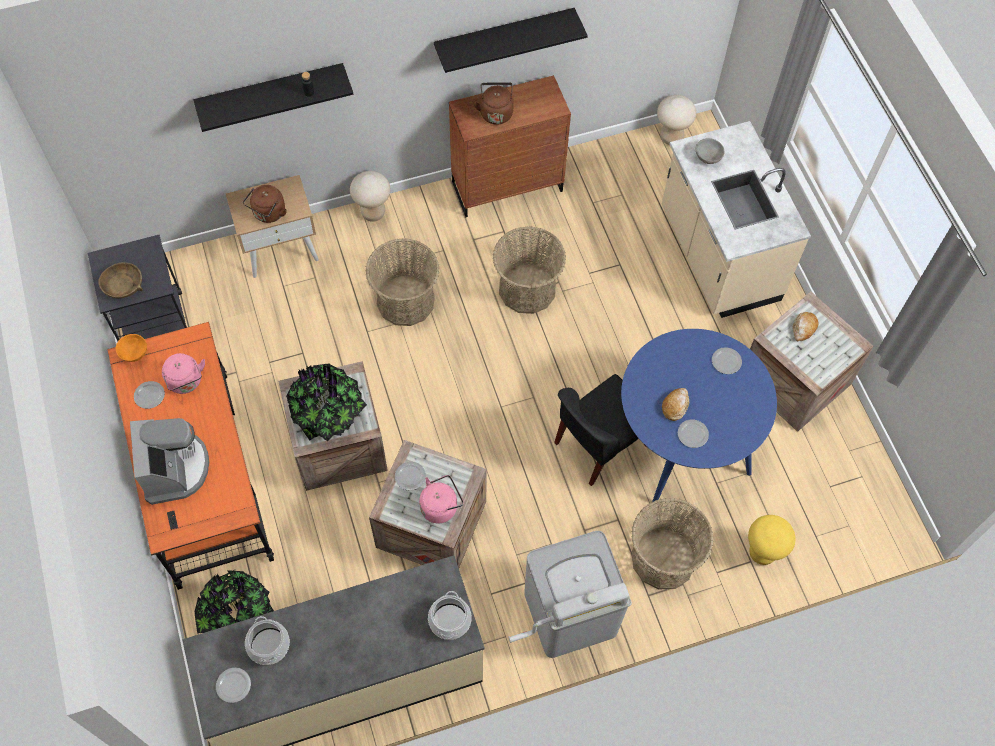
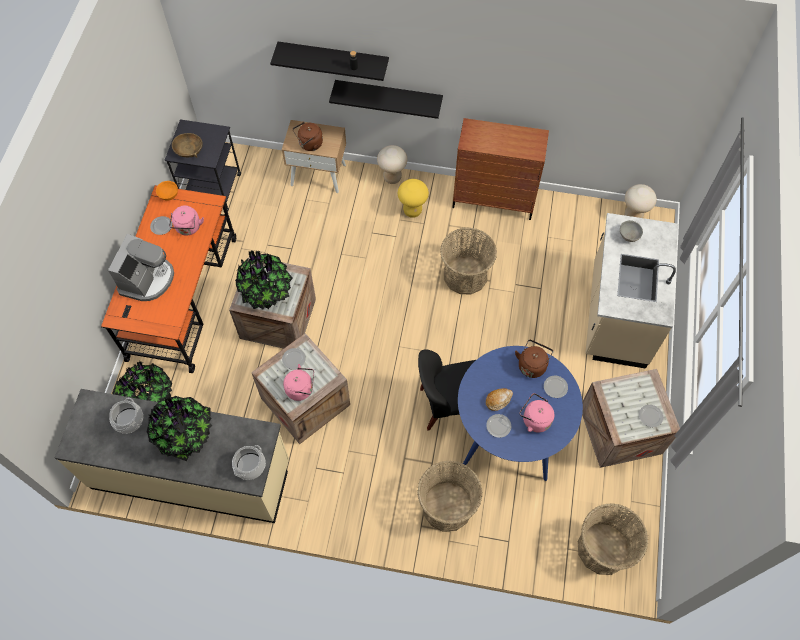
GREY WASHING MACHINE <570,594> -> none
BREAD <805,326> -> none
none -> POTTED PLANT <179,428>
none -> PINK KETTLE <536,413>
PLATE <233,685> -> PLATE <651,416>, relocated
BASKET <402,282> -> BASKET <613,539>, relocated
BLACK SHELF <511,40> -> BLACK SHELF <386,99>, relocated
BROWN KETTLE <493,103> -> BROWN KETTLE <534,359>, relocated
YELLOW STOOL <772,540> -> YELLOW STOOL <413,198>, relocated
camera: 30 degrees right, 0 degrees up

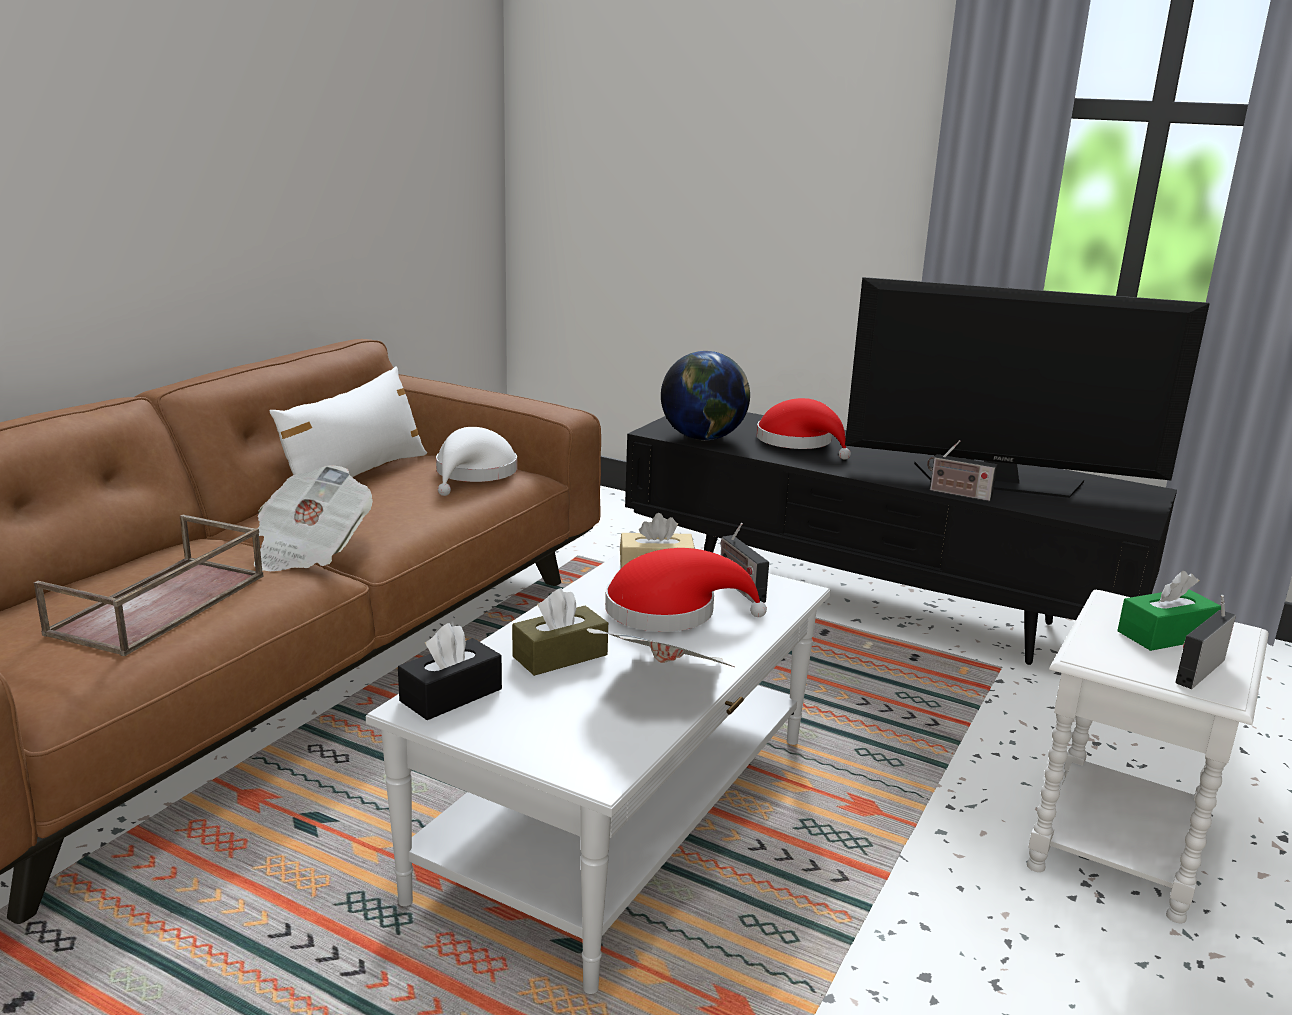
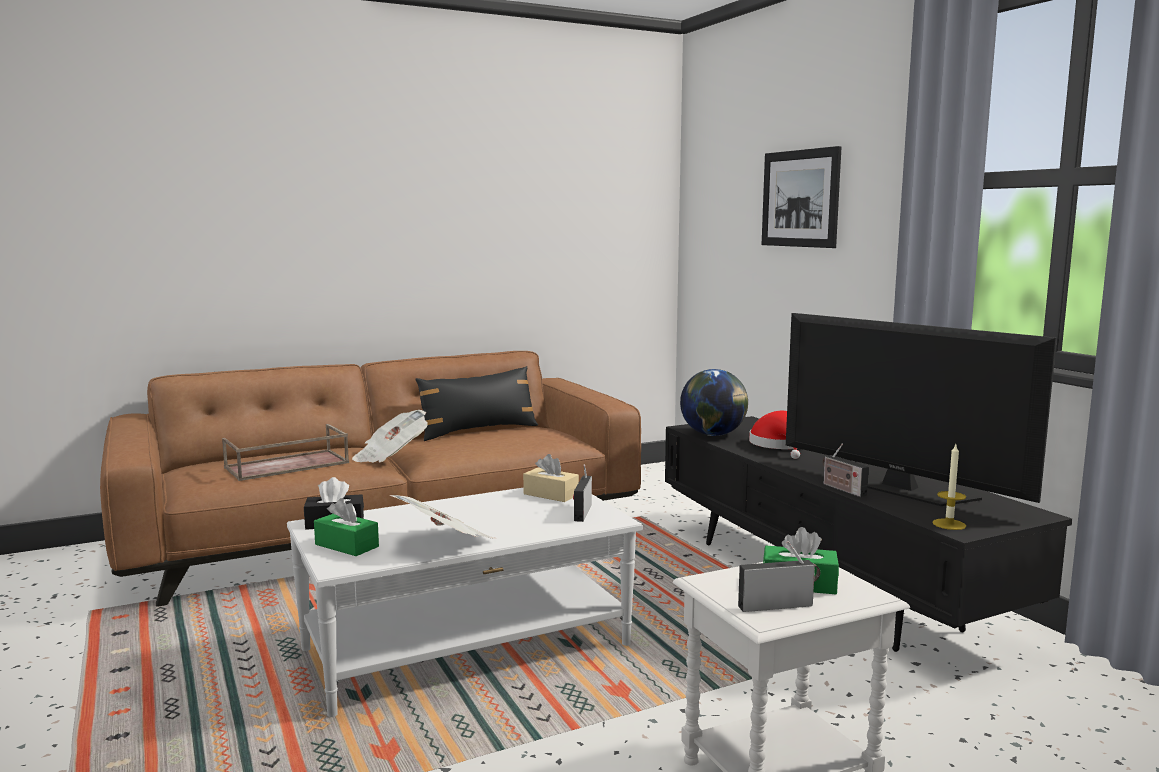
WHITE HAT <476,461> -> none
BROWN TISSUE BOX <560,632> -> none
RED HAT <686,590> -> none
none -> GREEN TISSUE BOX <346,527>
none -> PICTURE <802,197>
none -> CANDLE <949,487>
WHITE PILLOW <348,421> -> BLACK PILLOW <477,403>
camera: 35 degrees right, 10 degrees down

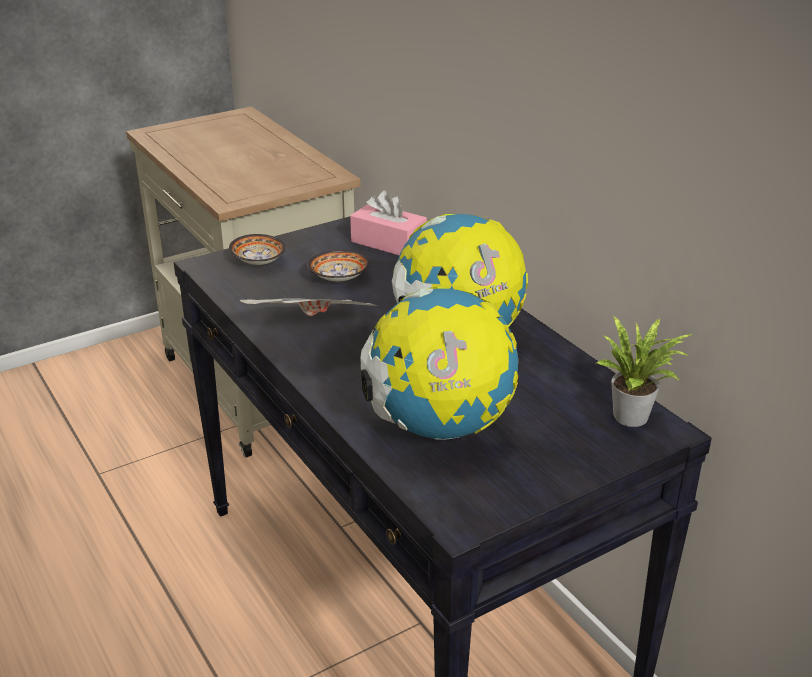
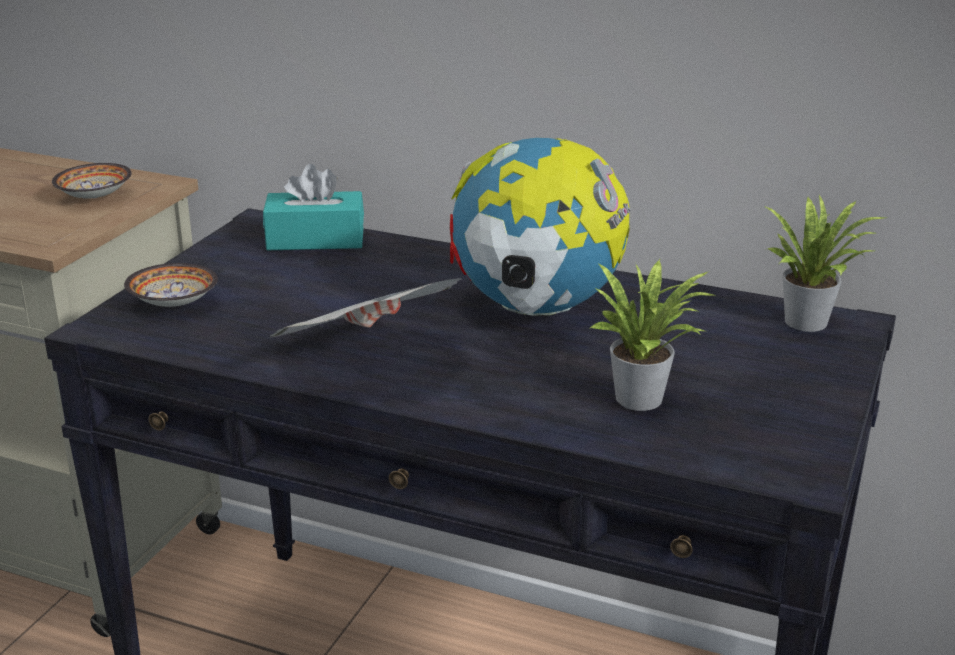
BOWL <338,265> -> BOWL <92,181>, relocated
GLOBE <439,363> -> POTTED PLANT <651,334>
PINK TISSUE BOX <388,222> -> TURQUOISE TISSUE BOX <313,207>
camera: 35 degrees left, 5 degrees down

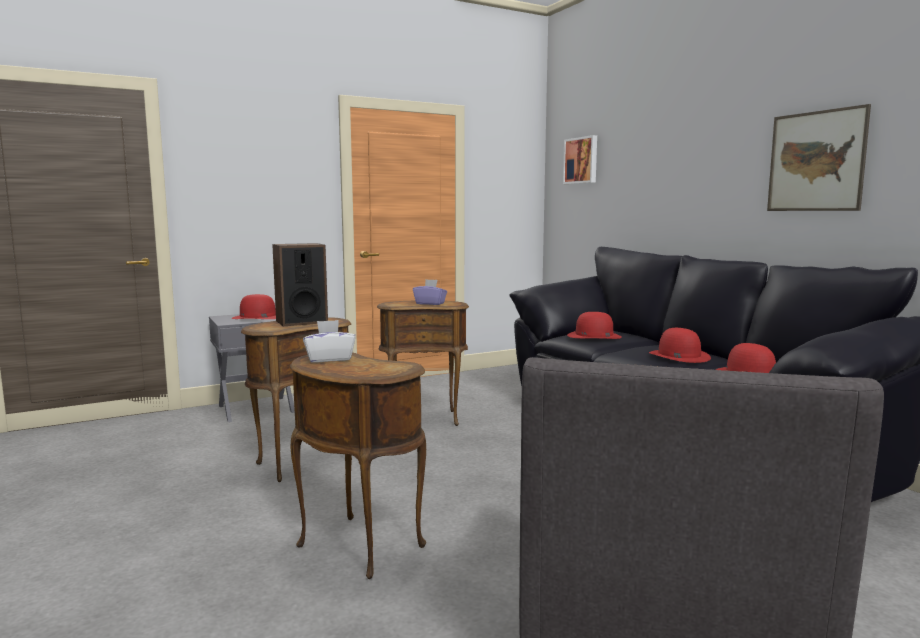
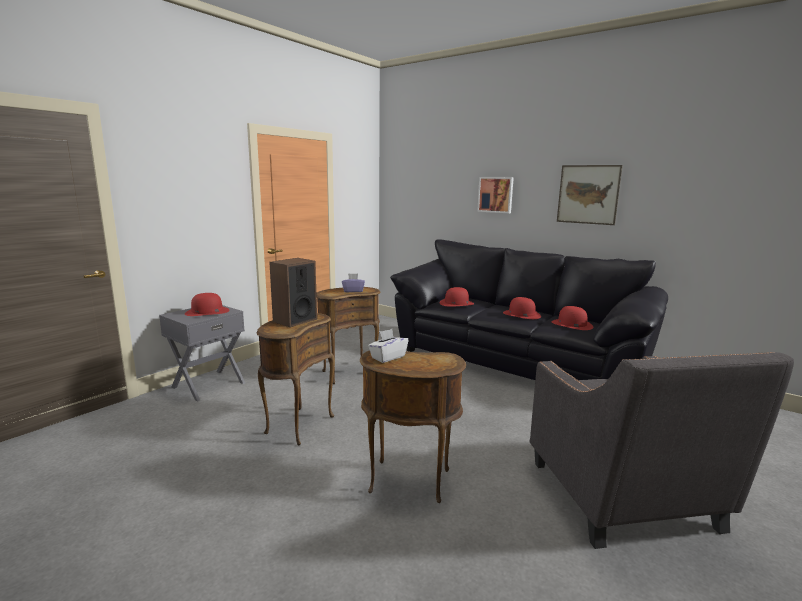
PICTURE <580,159> -> PICTURE <495,195>, relocated
camera: 25 degrees left, 5 degrees up

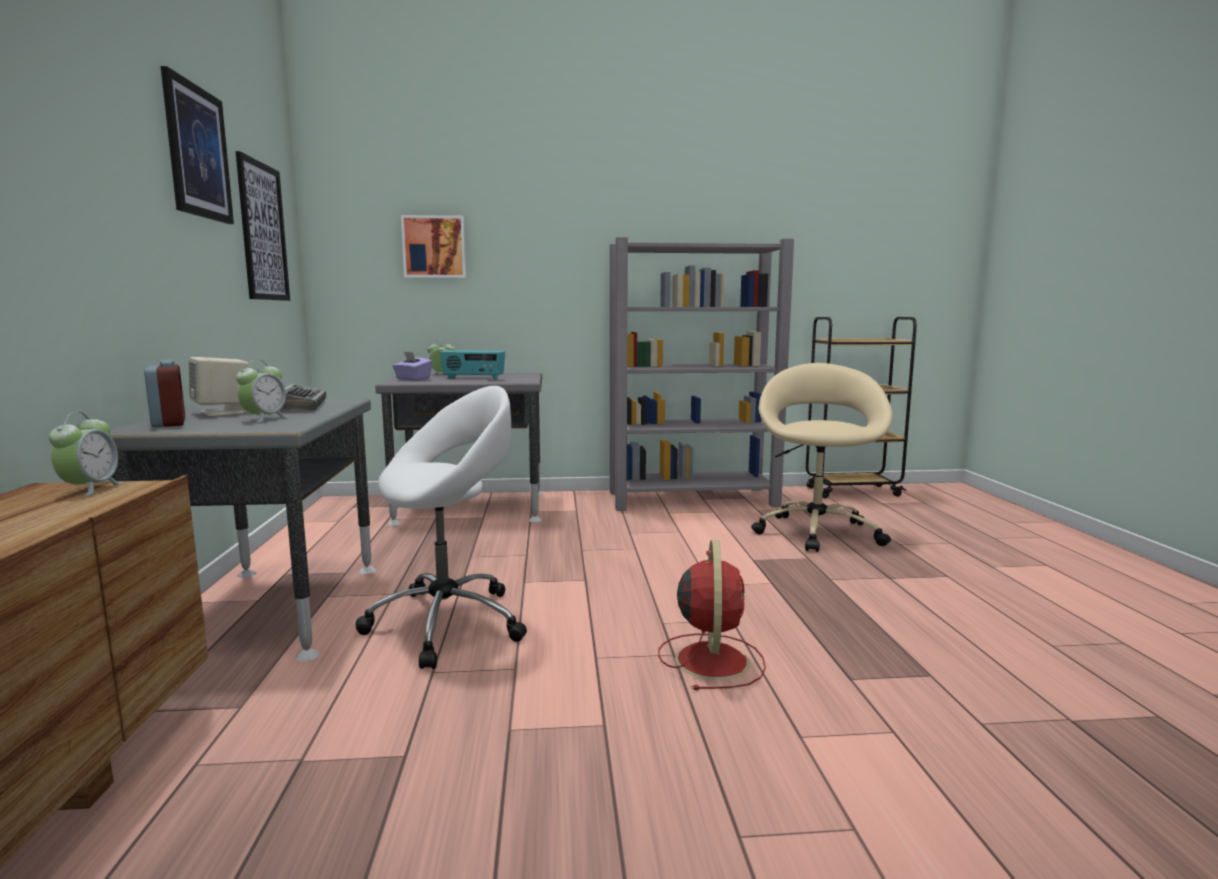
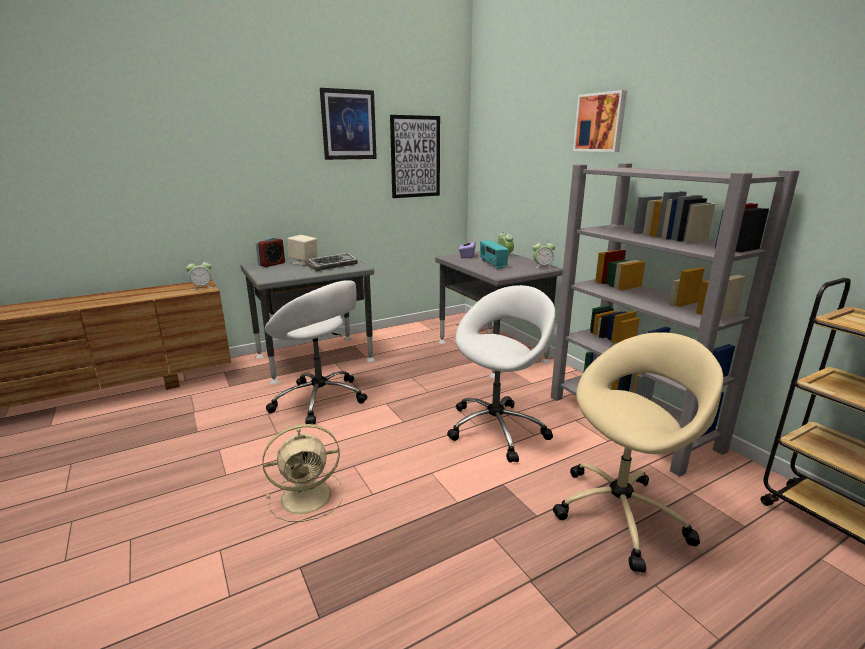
none -> WHITE OFFICE CHAIR <501,373>
ALARM CLOCK <262,391> -> ALARM CLOCK <544,255>, relocated
PICTURE <433,246> -> PICTURE <600,121>, relocated
RED FAN <712,615> -> BEIGE FAN <302,473>
camera: 65 degrees right, 10 degrees up

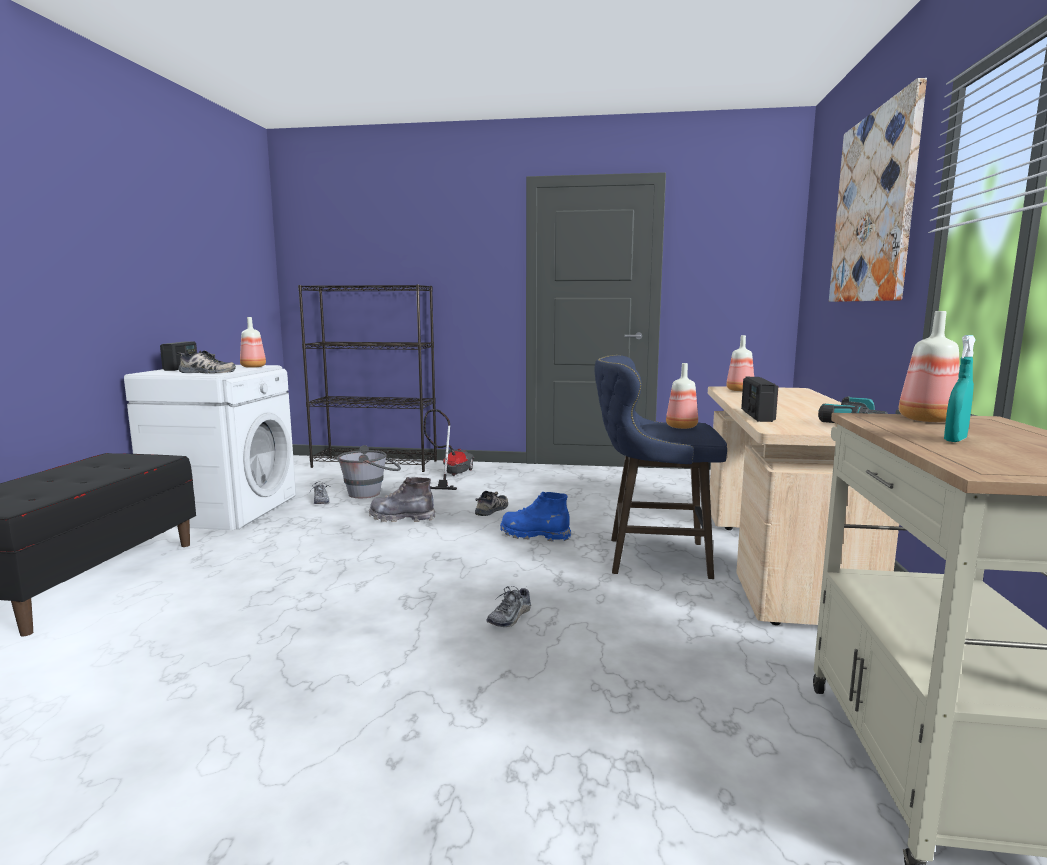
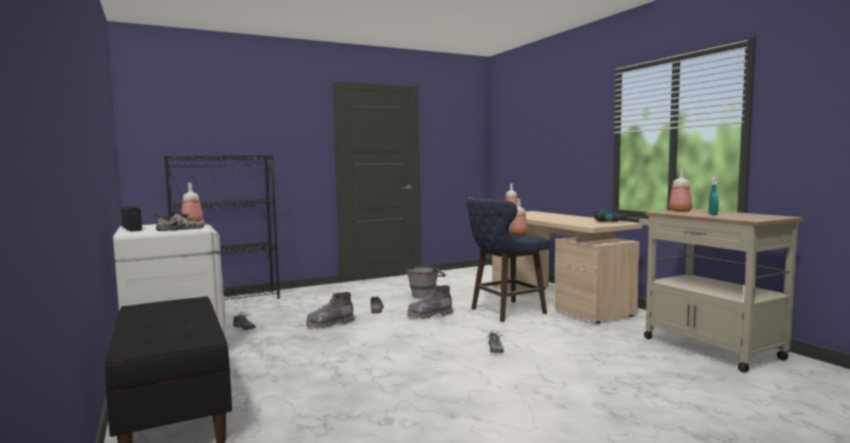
VACUUM CLEANER <449,449> -> none
RADIO <759,399> -> none
PICTURE <878,190> -> none
GREY BUCKET <369,471> -> GREY BUCKET <426,281>, relocated
BLUE BOOT <535,517> -> GREY BOOT <430,302>
camera: 35 degrees left, 5 degrees down

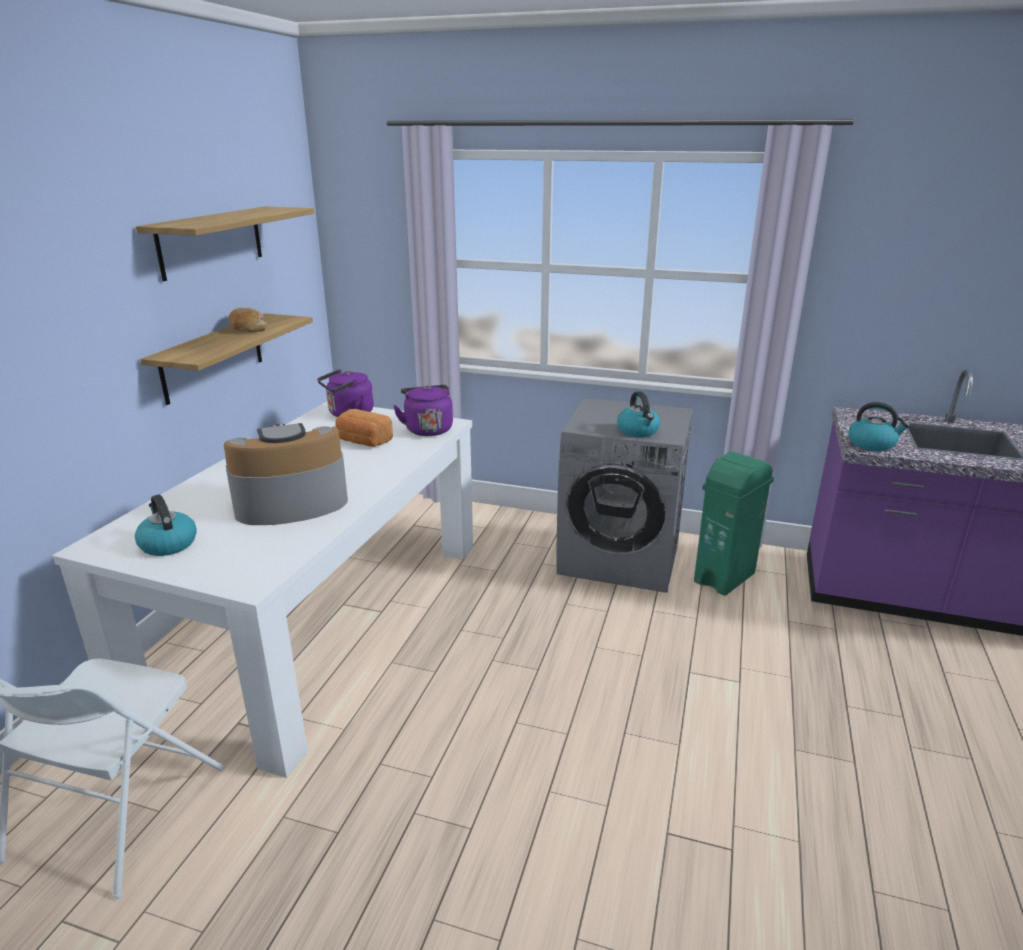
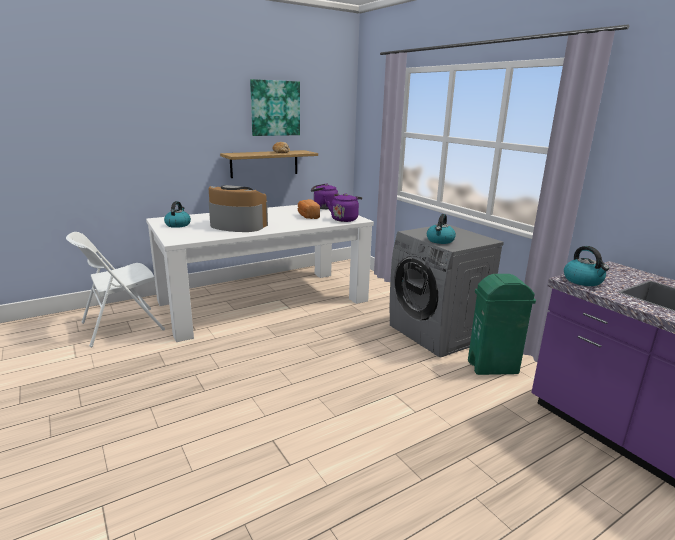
SHELF <225,243> -> PICTURE <275,107>
camera: 40 degrees right, 5 degrees down

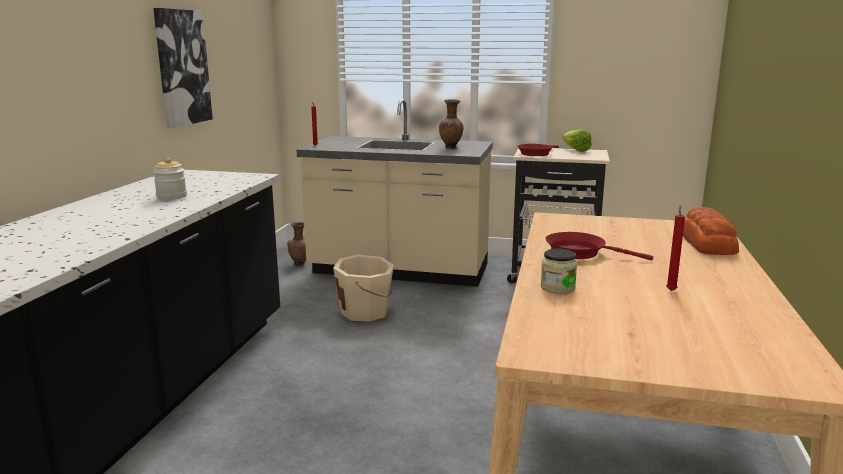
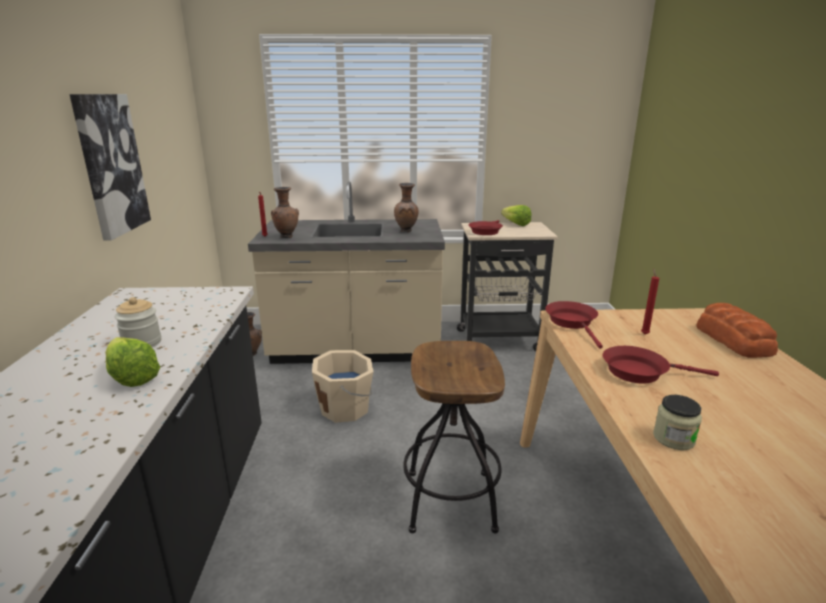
none -> LETTUCE <132,362>
none -> BROWN VASE <285,212>
none -> BROWN STOOL <454,437>
none -> RED FRYING PAN <574,325>
RED CANDLE <675,248> -> RED CANDLE <650,301>, relocated
camera: 15 degrees left, 5 degrees up

